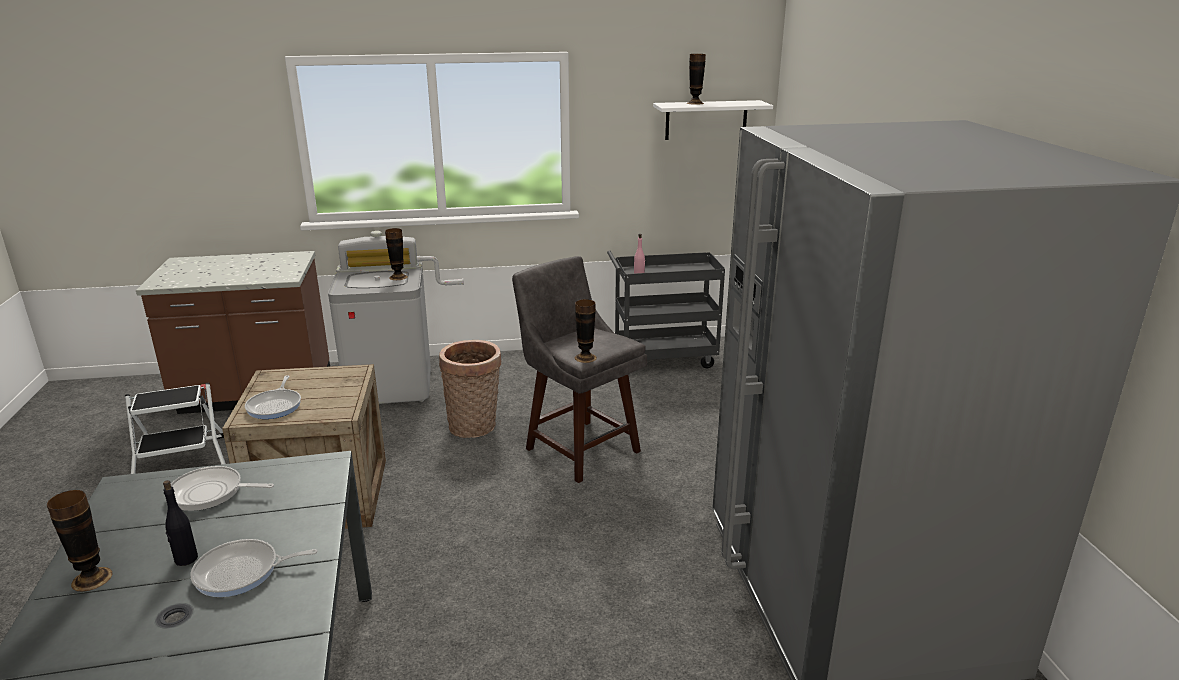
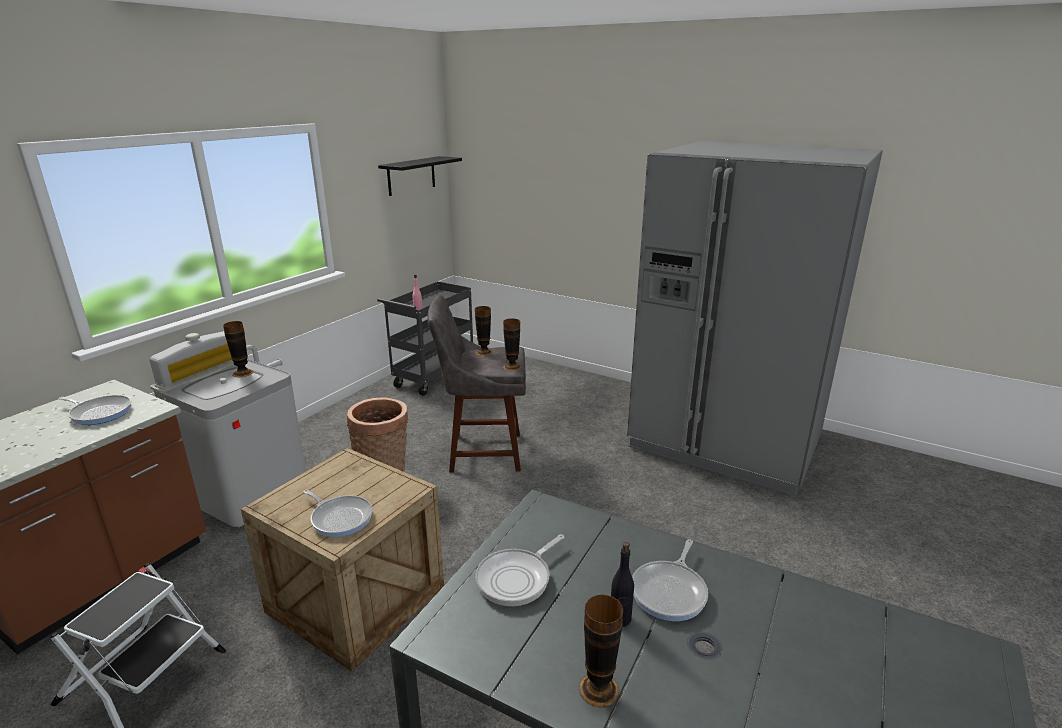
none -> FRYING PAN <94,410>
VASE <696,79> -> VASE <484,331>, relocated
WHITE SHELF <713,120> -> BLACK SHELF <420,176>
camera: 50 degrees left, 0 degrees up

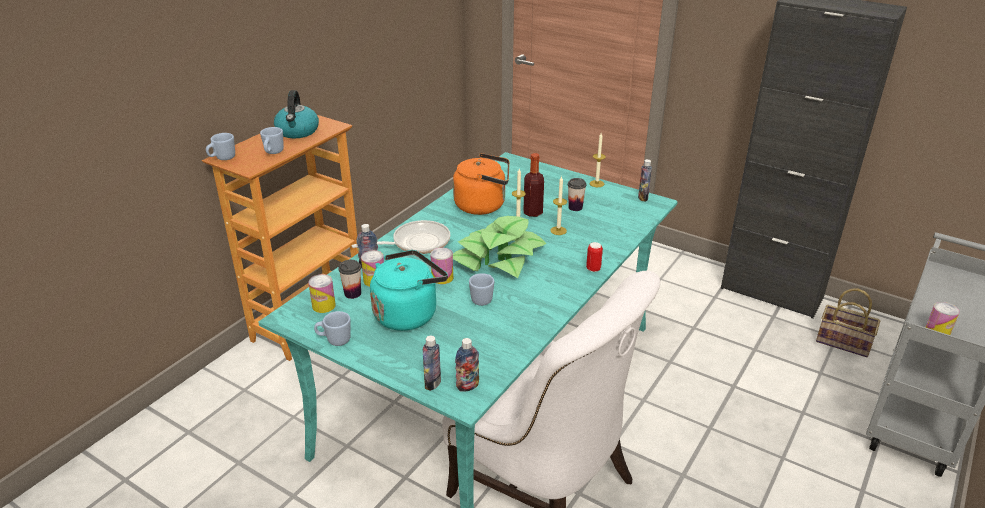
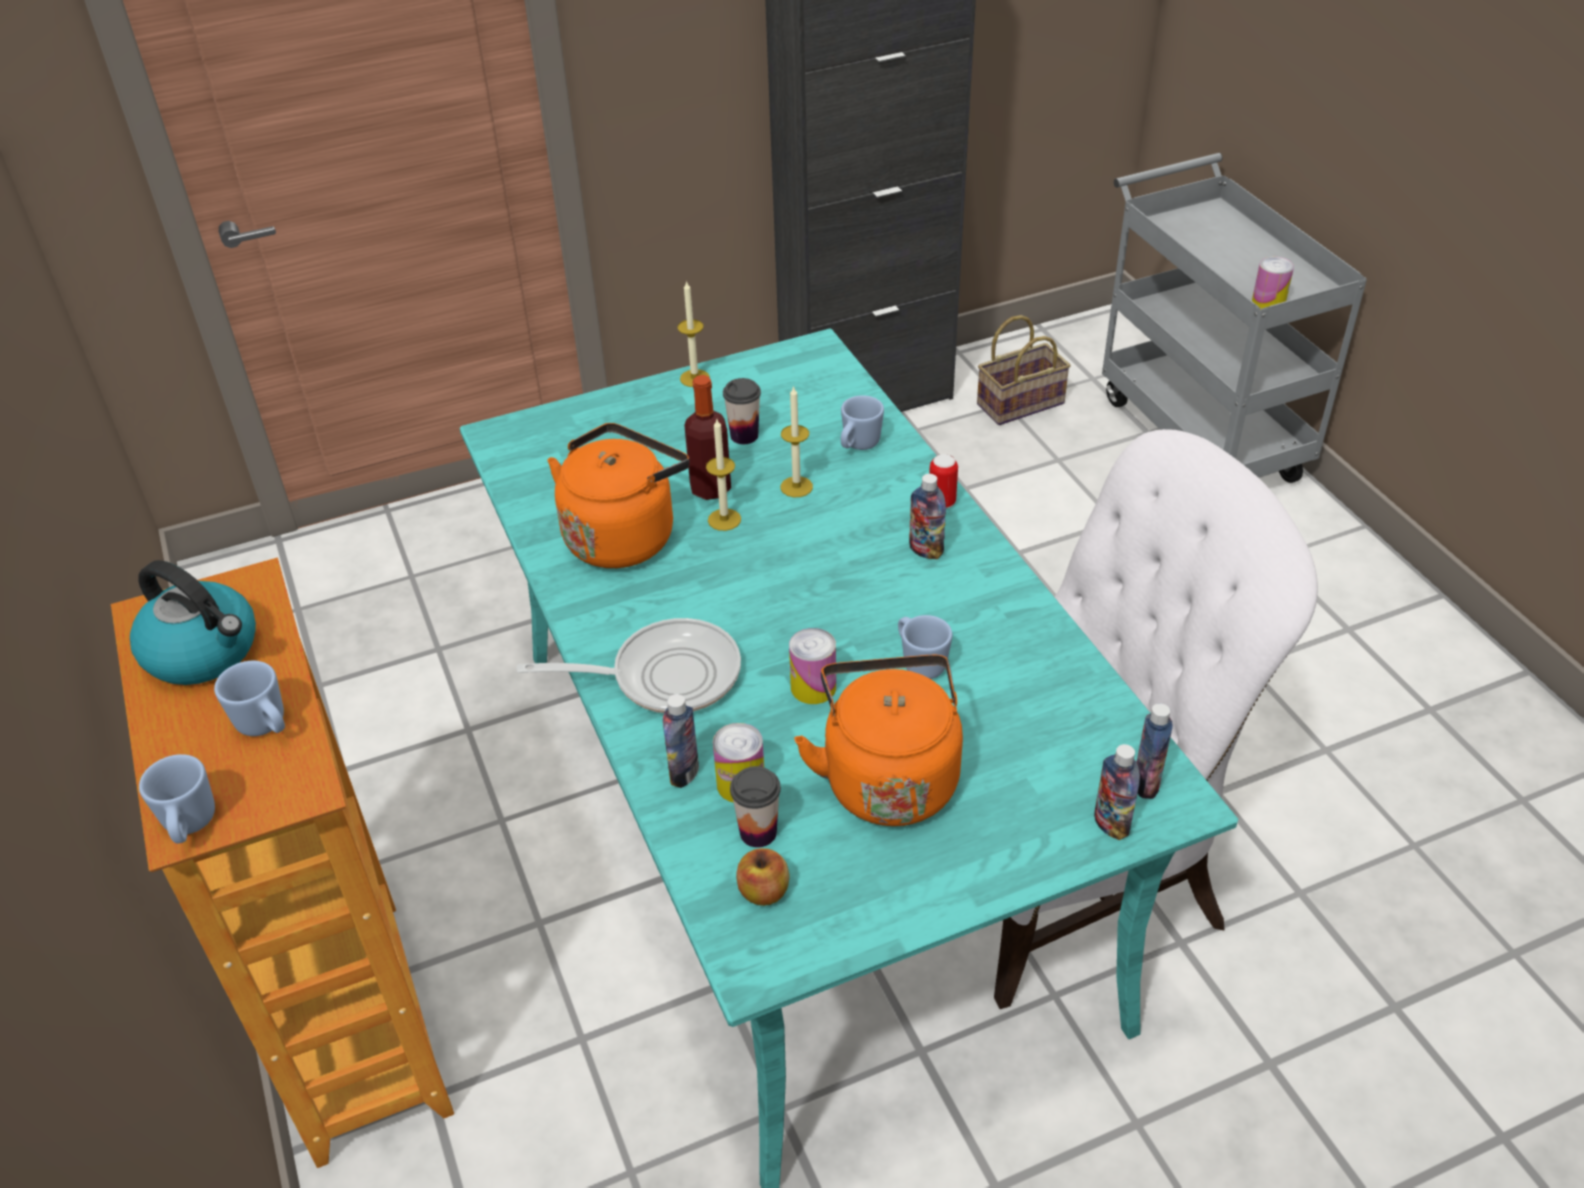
POTTED PLANT <500,247> -> none
BLUE MUG <332,328> -> BLUE MUG <862,422>, relocated
BOTTLE <645,180> -> BOTTLE <927,516>, relocated
CAN <322,293> -> APPLE <763,877>
TURQUOISE KETTLE <409,290> -> ORANGE KETTLE <878,740>
FRYING PAN <400,237> -> FRYING PAN <629,665>, 75 degrees clockwise
camera: 55 degrees left, 10 degrees up

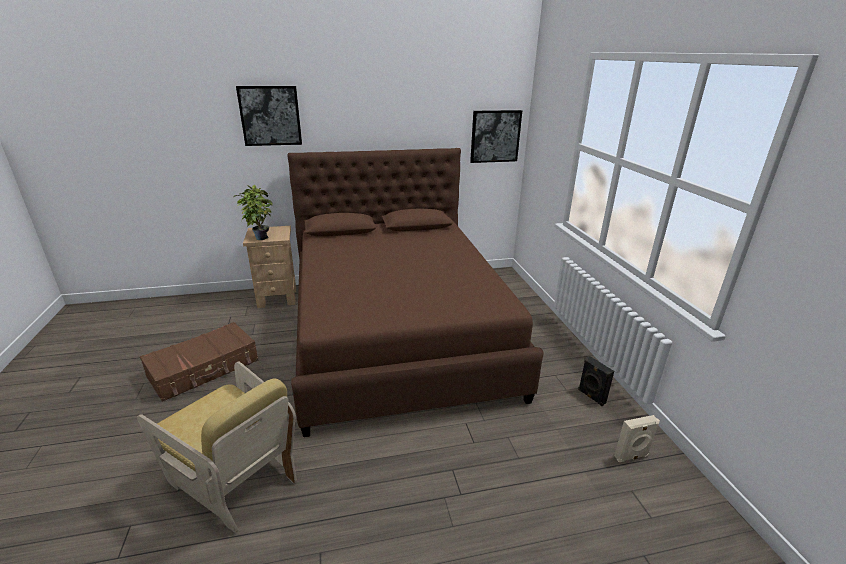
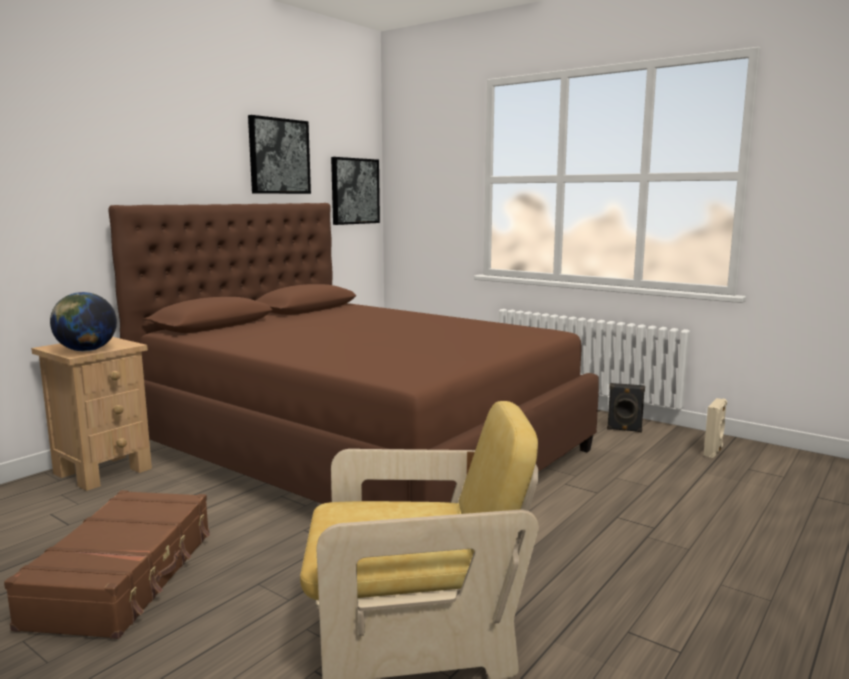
PICTURE <269,116> -> PICTURE <279,154>, relocated
POTTED PLANT <253,212> -> GLOBE <83,321>
camera: 40 degrees left, 15 degrees down

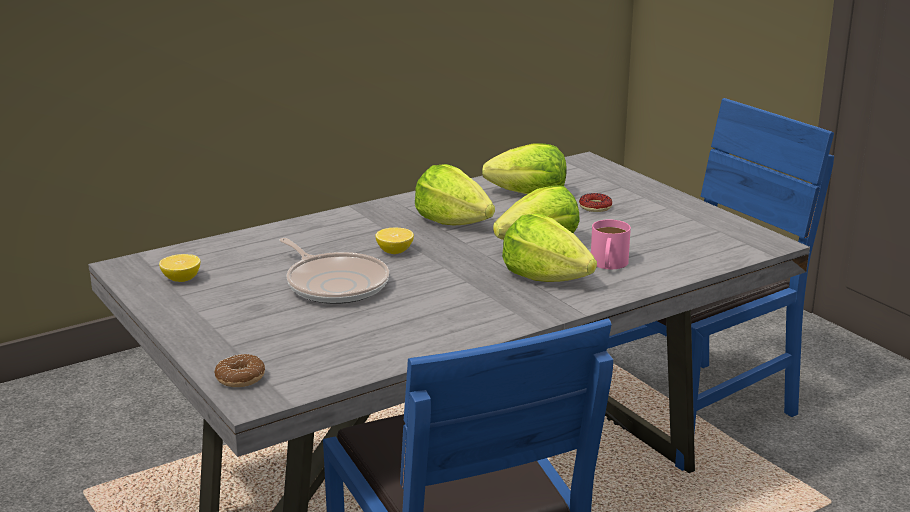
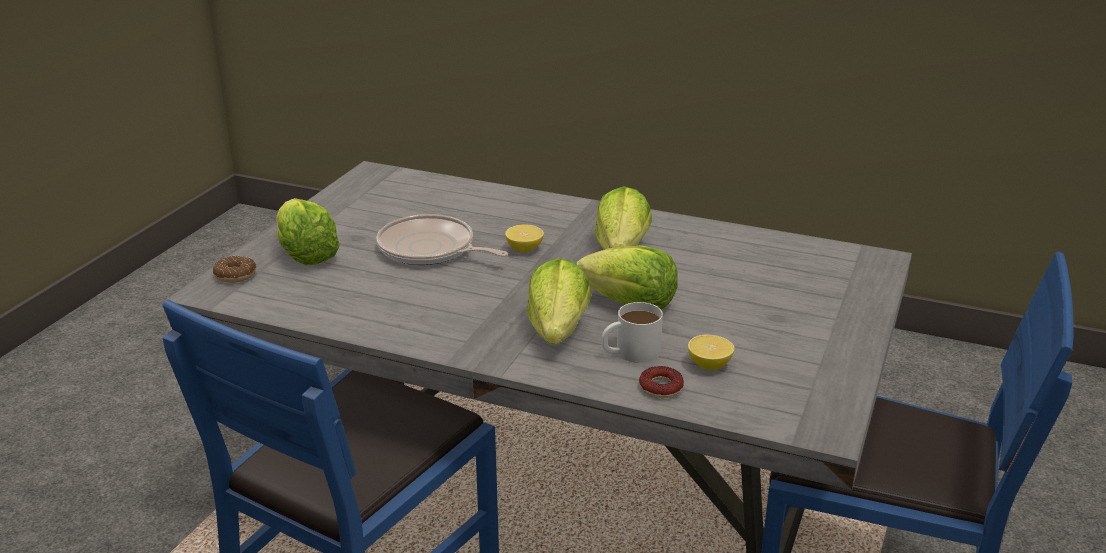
LEMON <179,268> -> LEMON <711,352>, relocated
LETTUCE <524,168> -> LETTUCE <308,231>, relocated
DONUT <595,202> -> DONUT <661,382>, relocated
PINK MUG <611,244> -> WHITE MUG <632,332>
FRYING PAN <334,271> -> FRYING PAN <442,239>, 105 degrees clockwise
camera: 55 degrees right, 5 degrees up

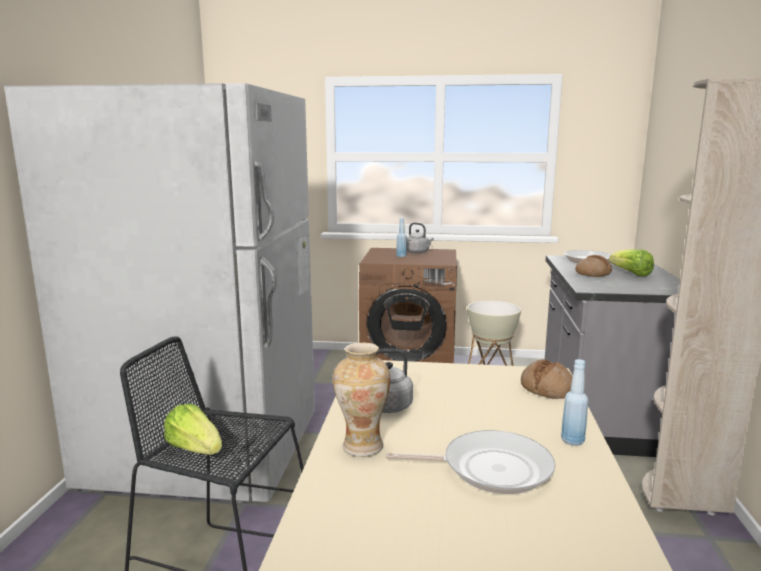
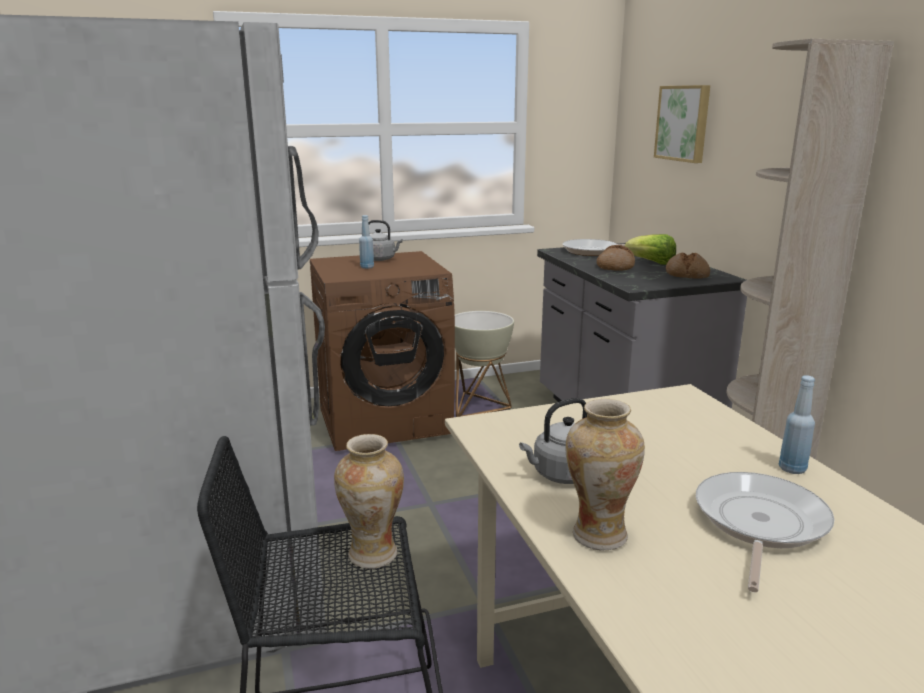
LETTUCE <193,429> -> none
none -> VASE <369,501>
none -> PICTURE <682,124>
BREAD <546,379> -> BREAD <688,266>, relocated
FRYING PAN <470,462> -> FRYING PAN <765,532>, 45 degrees counterclockwise
camera: 25 degrees left, 5 degrees up

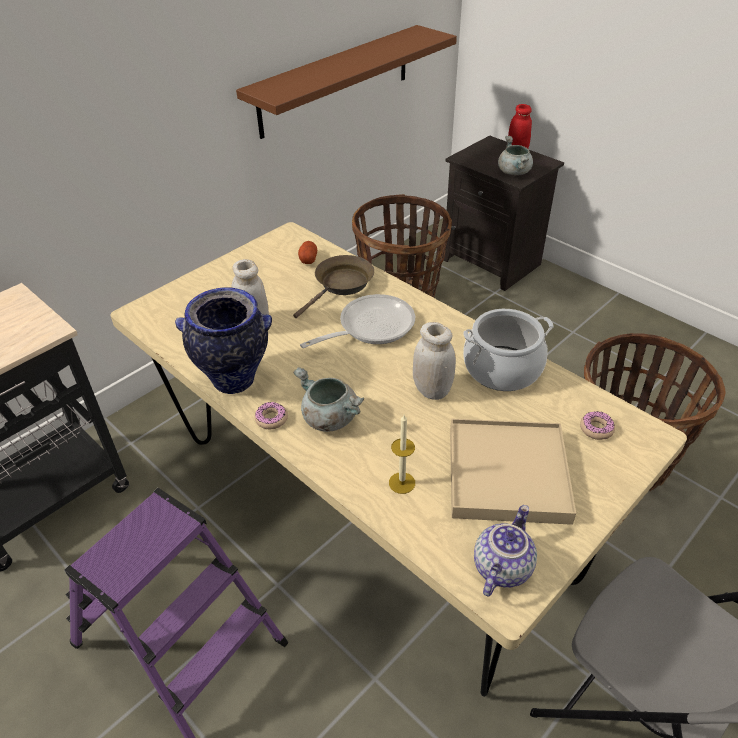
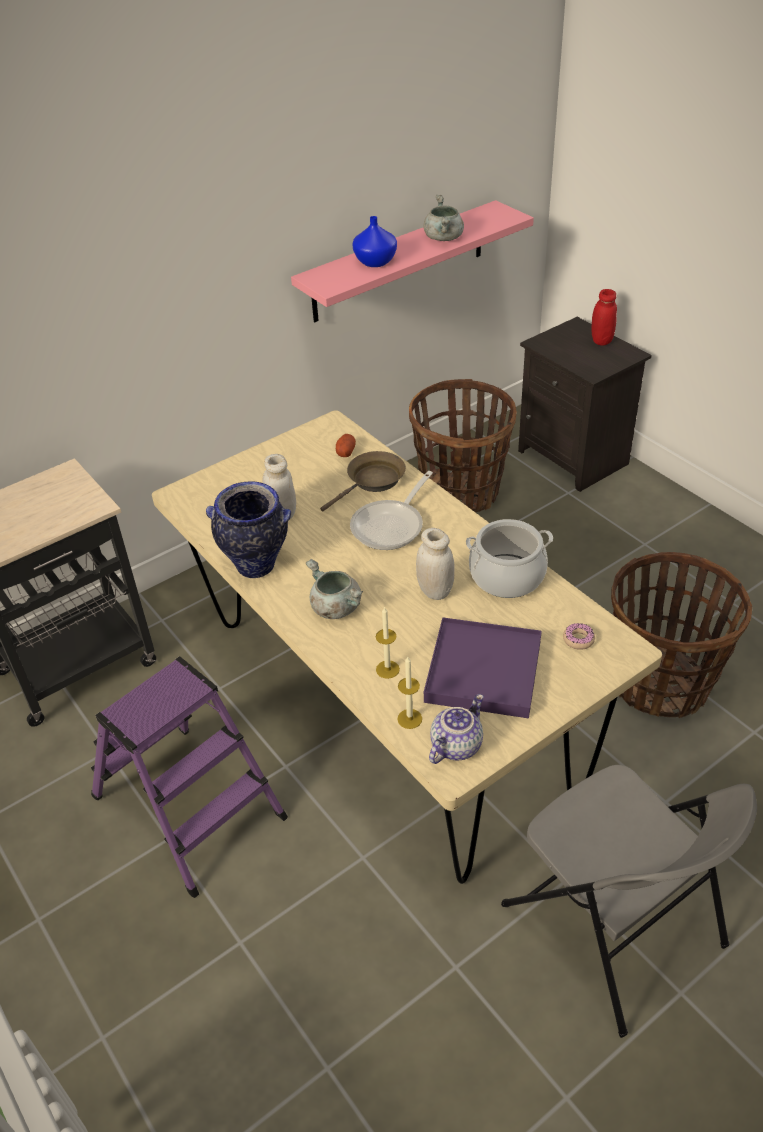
DONUT <271,415> -> none
none -> BLUE VASE <375,241>
none -> CANDLE <409,693>
GREY COOKING POT <515,155> -> GREY COOKING POT <443,218>, relocated
BROWN SHELF <346,82> -> PINK SHELF <412,261>
BEIGE TRAY <513,472> -> PURPLE TRAY <483,668>
FRYING PAN <357,321> -> FRYING PAN <391,510>, 150 degrees clockwise
camera: 10 degrees right, 0 degrees up

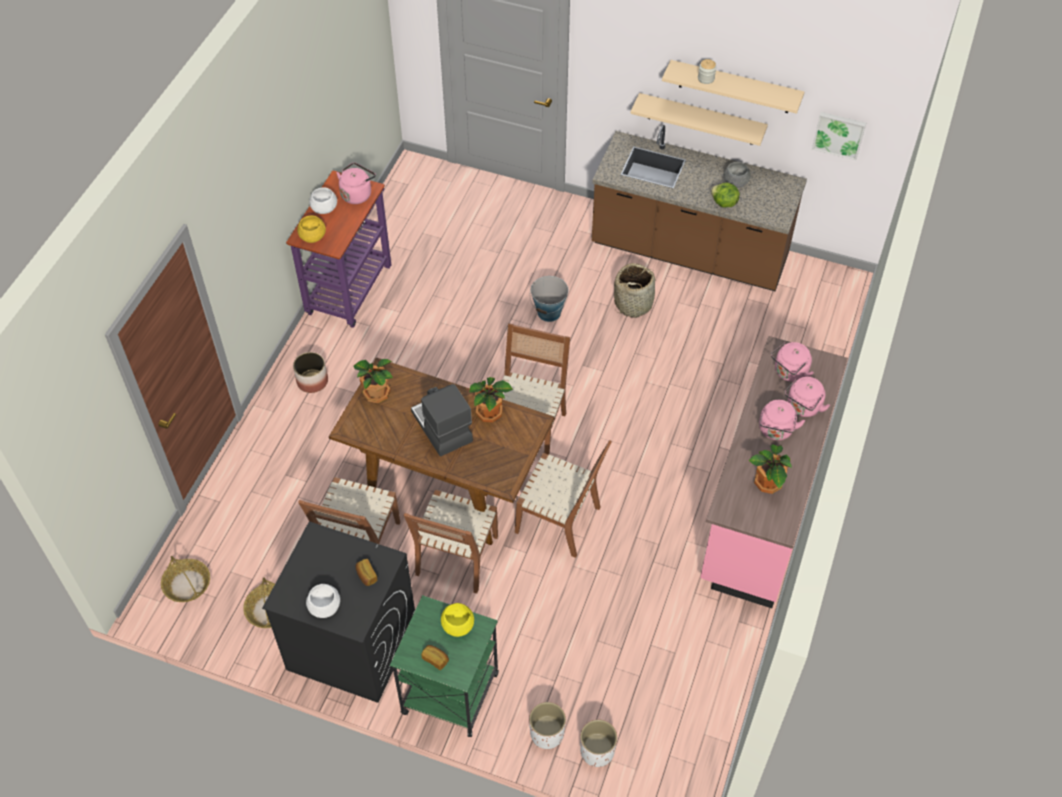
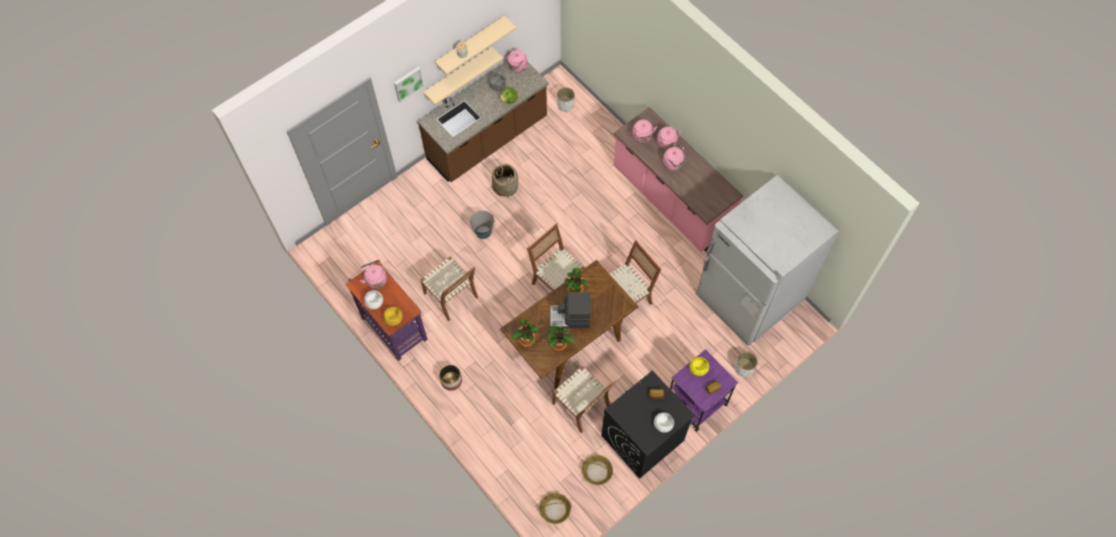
none -> PINK KETTLE <516,61>
none -> WHITE FRIDGE <767,260>
CHAIR <451,542> -> CHAIR <449,288>, relocated
WHITE PLANTER <598,743> -> WHITE PLANTER <566,99>, relocated
POTTED PLANT <770,469> -> POTTED PLANT <560,338>, relocated
PICTURE <839,136> -> PICTURE <409,85>, relocated
GREEN CART <444,666> -> PURPLE CART <704,390>
camera: 60 degrees left, 10 degrees up

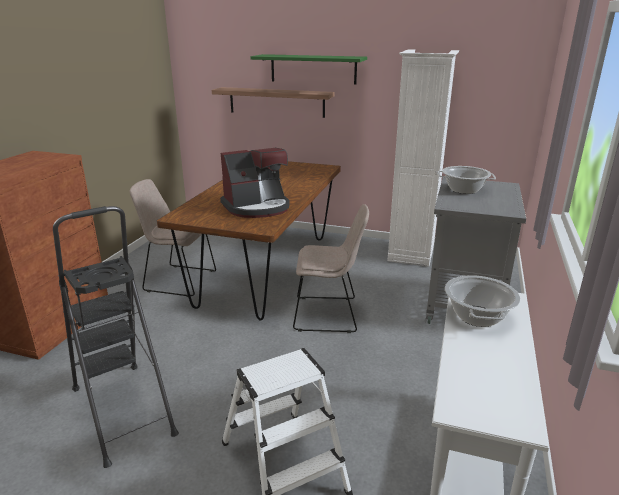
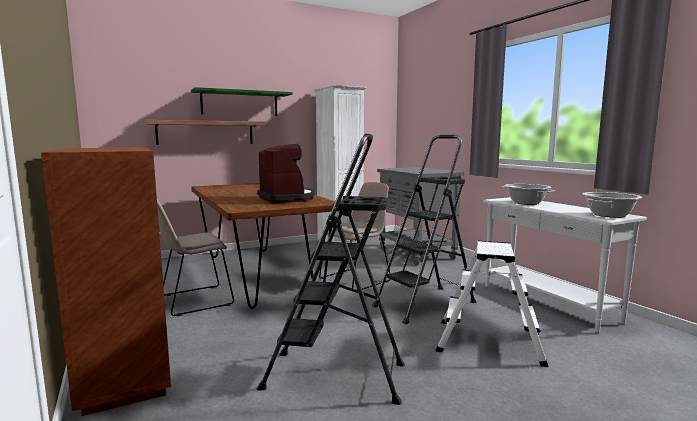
none -> STEP LADDER <424,229>
COOKING POT <467,180> -> COOKING POT <612,205>, relocated
COFFEE MACHINE <254,183> -> COFFEE MACHINE <286,173>, 45 degrees counterclockwise
camera: 45 degrees left, 15 degrees down

